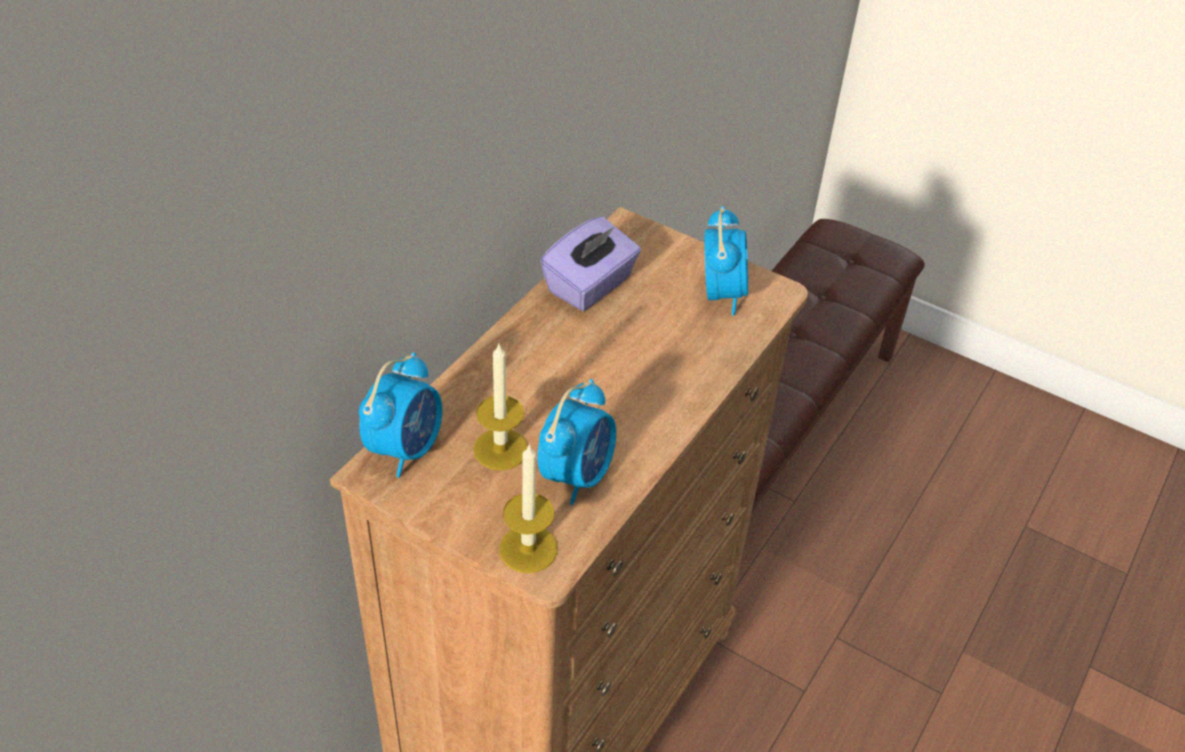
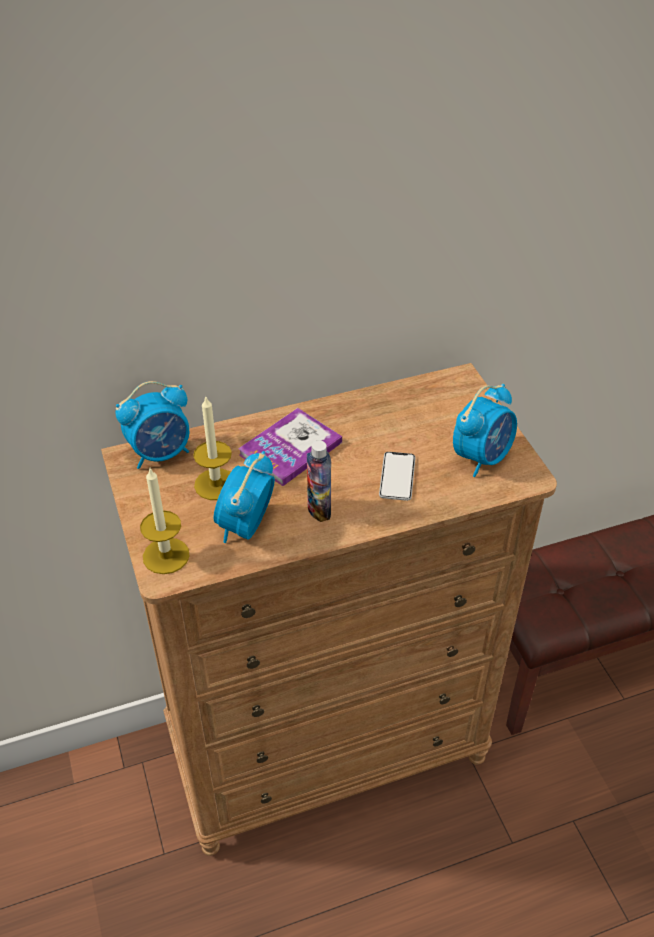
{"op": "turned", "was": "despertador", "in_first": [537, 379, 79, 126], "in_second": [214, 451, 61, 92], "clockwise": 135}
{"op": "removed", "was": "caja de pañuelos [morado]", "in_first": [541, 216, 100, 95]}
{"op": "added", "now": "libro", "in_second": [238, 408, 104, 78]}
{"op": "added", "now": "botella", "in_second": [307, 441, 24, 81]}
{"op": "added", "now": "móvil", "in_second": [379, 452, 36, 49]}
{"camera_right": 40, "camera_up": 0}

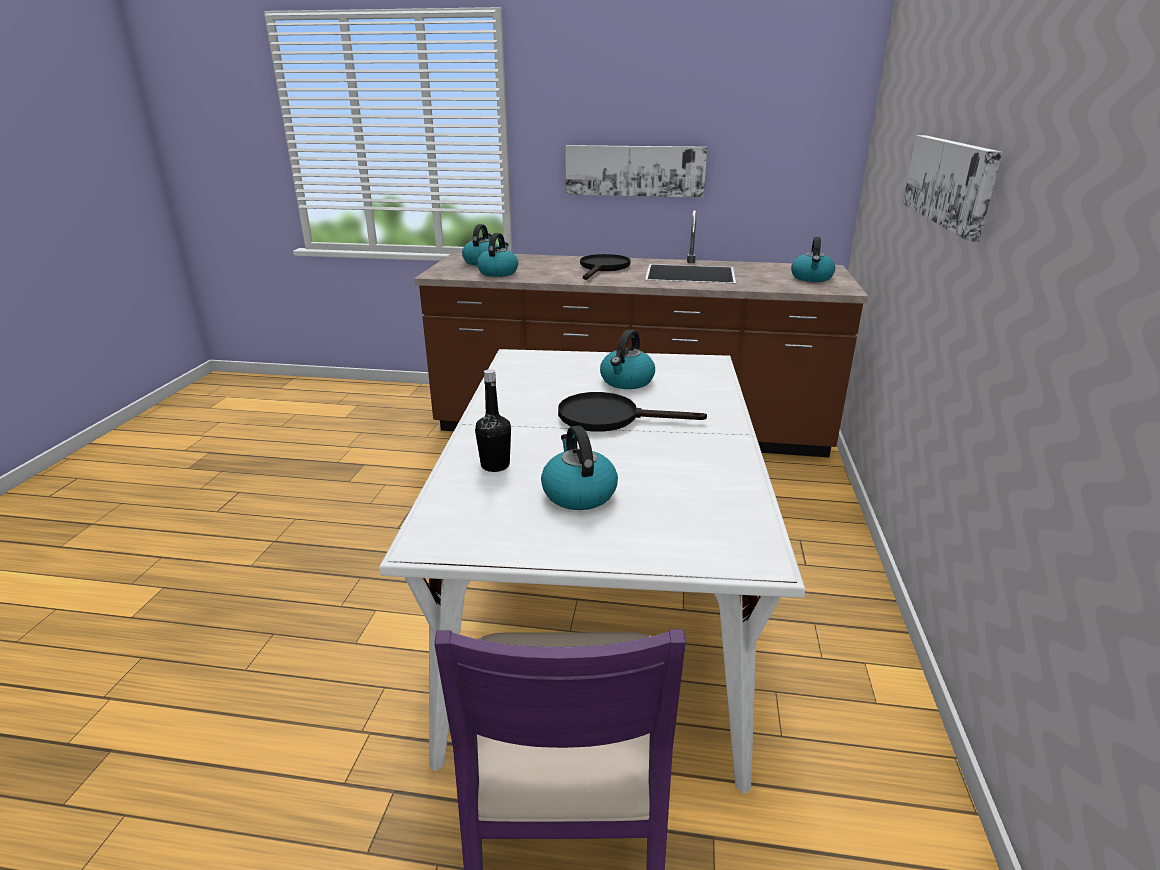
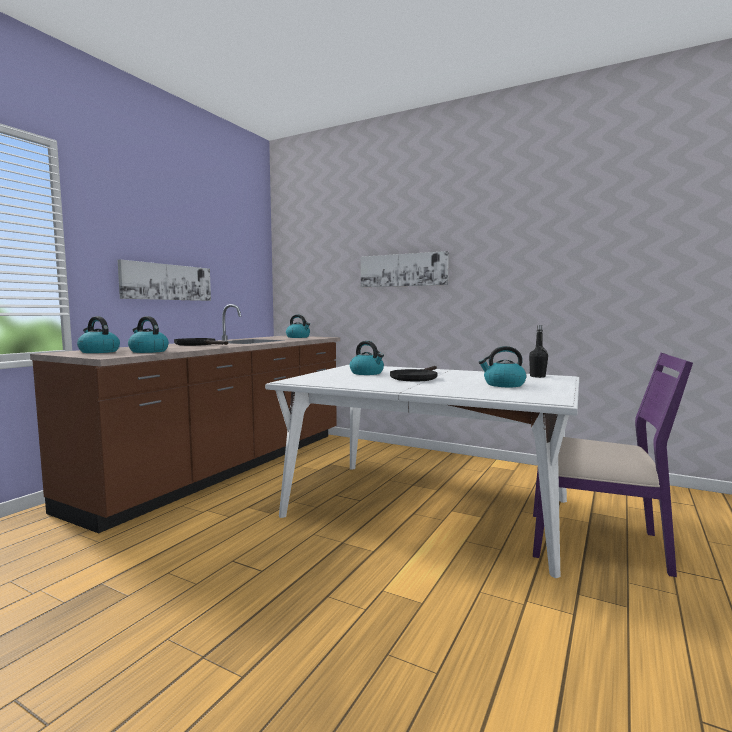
{"op": "moved", "was": "botella [negro]", "in_first": [475, 369, 36, 103], "in_second": [529, 325, 19, 53]}
{"camera_right": -70, "camera_up": -20}

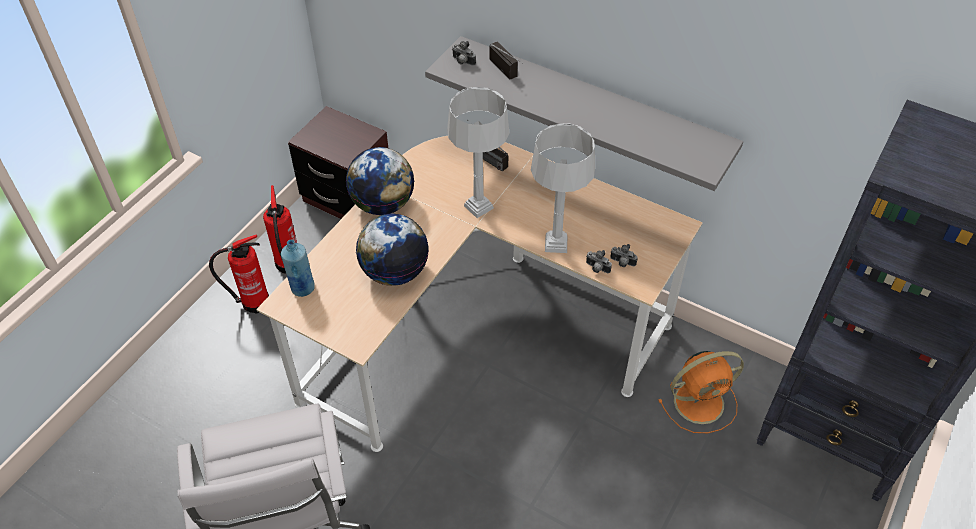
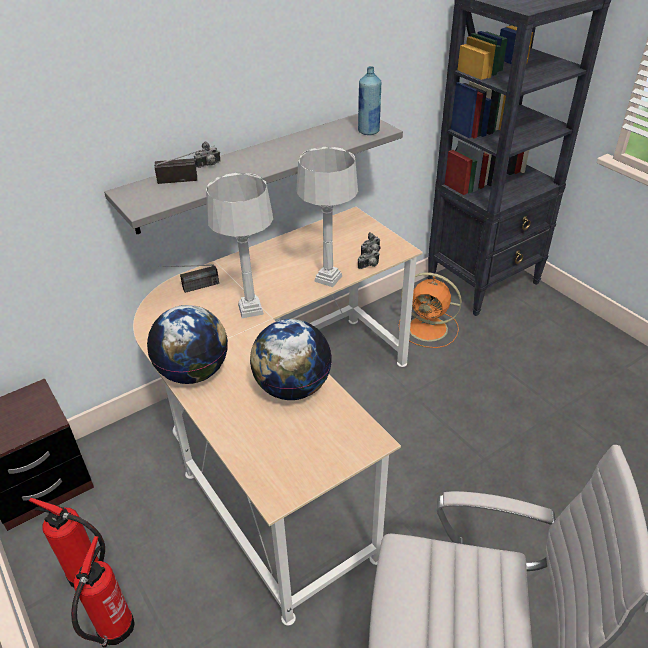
{"op": "moved", "was": "botella [azul]", "in_first": [281, 240, 34, 57], "in_second": [358, 66, 23, 69]}
{"op": "moved", "was": "cámara", "in_first": [452, 41, 24, 25], "in_second": [194, 141, 27, 27]}
{"op": "turned", "was": "ventilador [naranja]", "in_first": [658, 351, 86, 82], "in_second": [399, 272, 63, 76], "clockwise": 105}
{"camera_right": -65, "camera_up": -10}

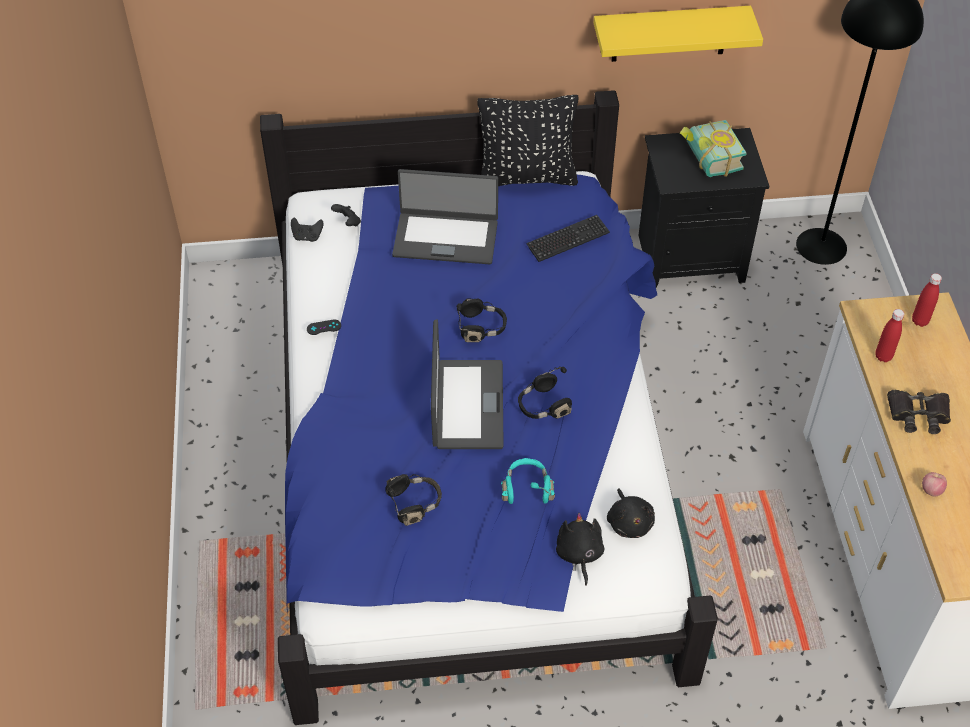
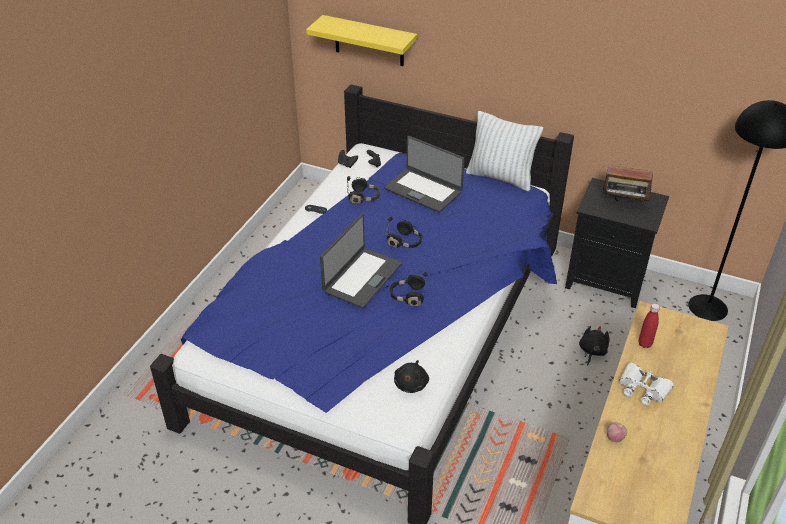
{"op": "moved", "was": "auriculares [negro]", "in_first": [385, 474, 57, 52], "in_second": [347, 176, 33, 28]}
{"op": "recoloured", "was": "cojín [negro]", "now": "cojín [blanco]", "in_first": [477, 95, 101, 91], "in_second": [466, 111, 77, 80]}
{"op": "removed", "was": "auriculares [turquesa]", "in_first": [501, 458, 54, 46]}
{"op": "removed", "was": "teclado", "in_first": [526, 215, 84, 47]}
{"op": "moved", "was": "peluche [negro]", "in_first": [556, 513, 48, 73], "in_second": [579, 326, 30, 40]}
{"op": "moved", "was": "estante [amarillo]", "in_first": [594, 6, 169, 56], "in_second": [306, 15, 111, 51]}
{"op": "replaced", "was": "libro", "now": "radio", "in_first": [680, 120, 67, 57], "in_second": [602, 165, 51, 36]}
{"op": "recoloured", "was": "prismáticos [negro]", "now": "prismáticos [blanco]", "in_first": [887, 390, 64, 44], "in_second": [619, 363, 55, 42]}
{"op": "removed", "was": "botella [rojo]", "in_first": [912, 273, 30, 54]}
{"camera_right": 30, "camera_up": -10}

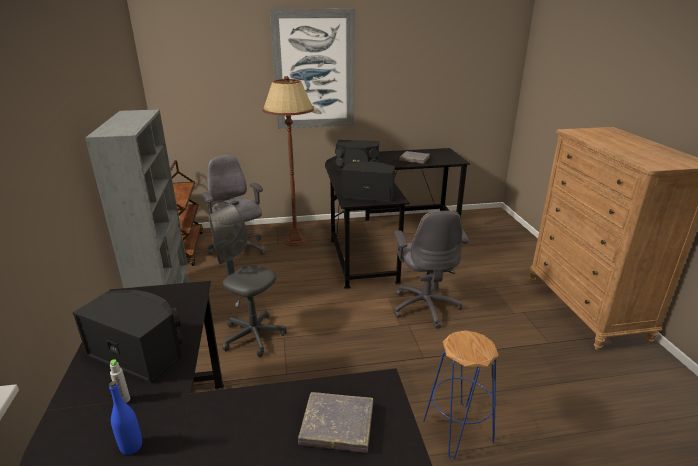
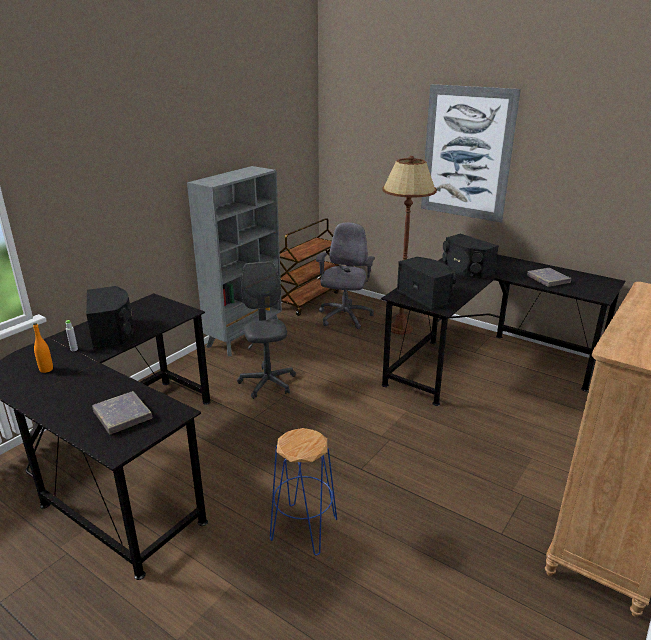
{"op": "recoloured", "was": "botella [azul]", "now": "botella [naranja]", "in_first": [109, 381, 33, 74], "in_second": [33, 323, 20, 50]}
{"op": "removed", "was": "silla de oficina [gris]", "in_first": [394, 211, 75, 118]}
{"camera_right": 45, "camera_up": 0}

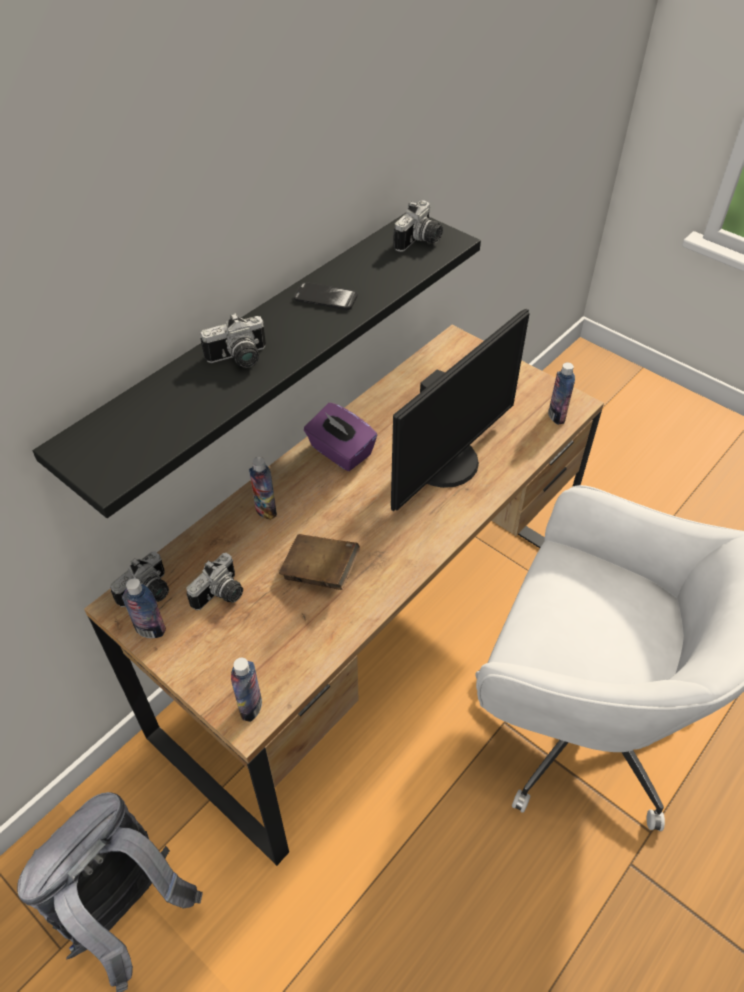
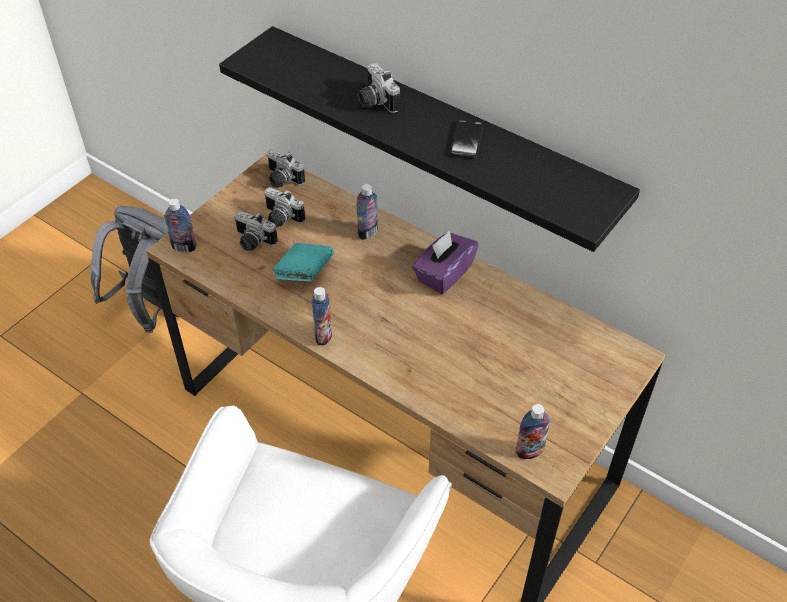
{"op": "moved", "was": "botella", "in_first": [122, 578, 44, 60], "in_second": [312, 287, 20, 58]}
{"op": "recoloured", "was": "libro [marrón]", "now": "libro [turquesa]", "in_first": [279, 534, 81, 56], "in_second": [272, 243, 62, 38]}
{"op": "removed", "was": "monitor", "in_first": [391, 309, 139, 202]}
{"op": "moved", "was": "cámara", "in_first": [393, 201, 50, 51], "in_second": [234, 211, 44, 40]}
{"camera_right": 85, "camera_up": 0}

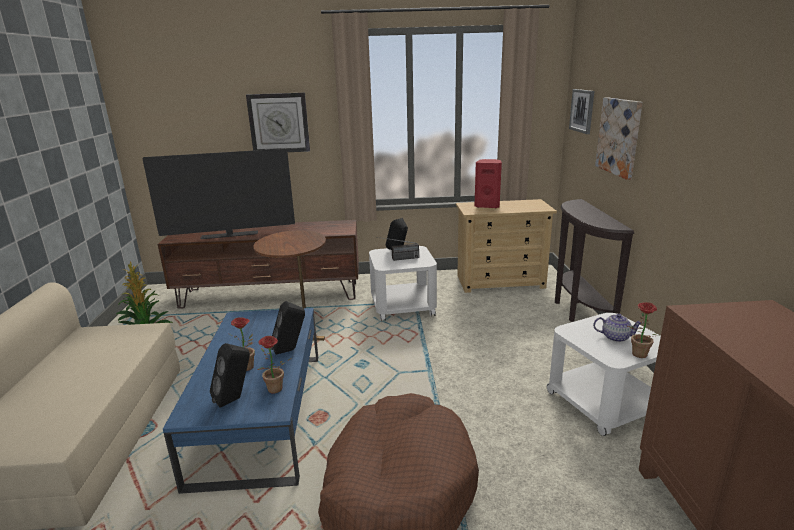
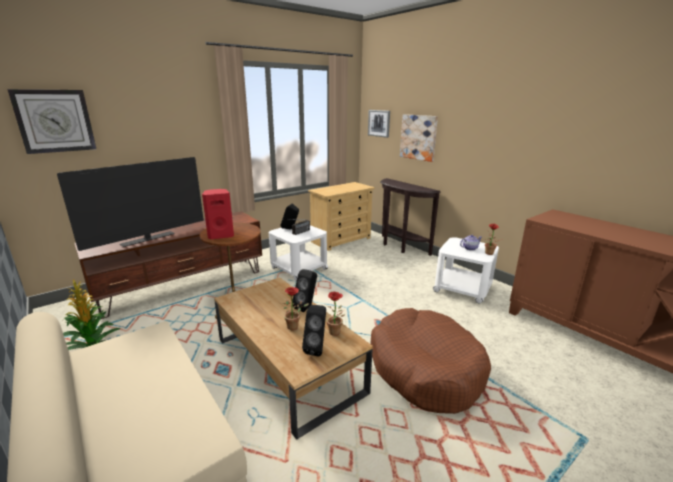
{"op": "recoloured", "was": "mesa de centro [azul]", "now": "mesa de centro [marrón]", "in_first": [163, 308, 155, 186], "in_second": [214, 277, 159, 163]}
{"op": "moved", "was": "reloj de pared", "in_first": [246, 93, 64, 59], "in_second": [7, 89, 89, 65]}
{"op": "moved", "was": "altavoz [rojo]", "in_first": [475, 159, 27, 49], "in_second": [202, 189, 32, 50]}
{"camera_right": -35, "camera_up": 0}

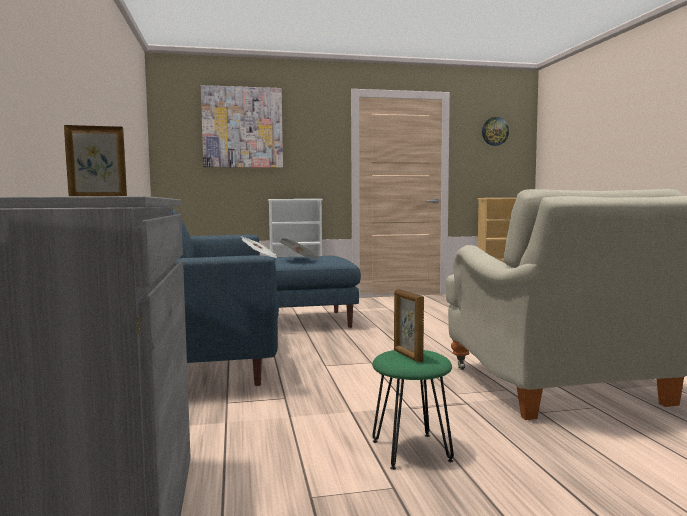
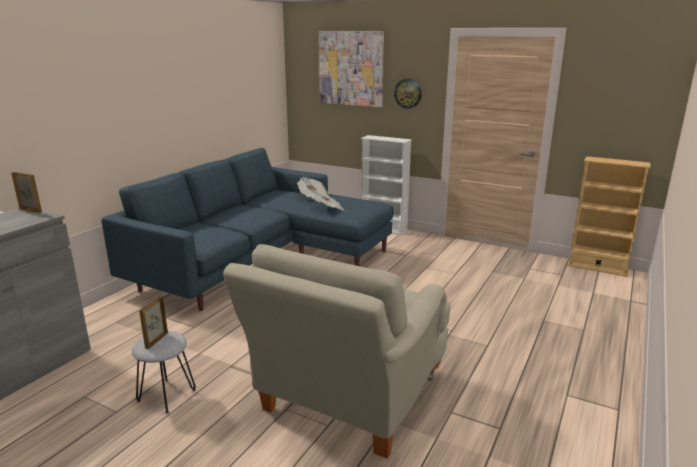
{"op": "recoloured", "was": "taburete [verde]", "now": "taburete [gris]", "in_first": [372, 350, 82, 120], "in_second": [132, 331, 64, 83]}
{"op": "moved", "was": "reloj de pared", "in_first": [482, 117, 27, 29], "in_second": [394, 79, 28, 30]}
{"camera_right": 40, "camera_up": 15}

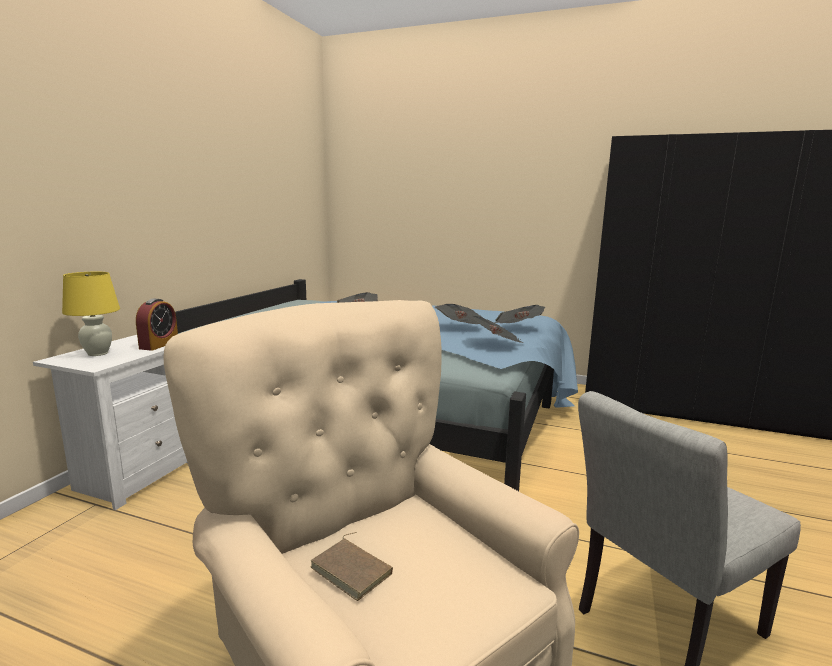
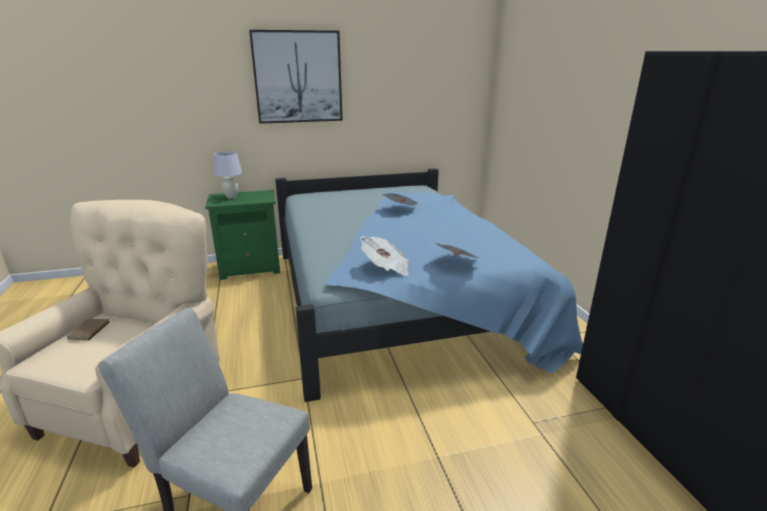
{"op": "recoloured", "was": "mesita de noche [blanco]", "now": "mesita de noche [verde]", "in_first": [33, 335, 155, 175], "in_second": [205, 190, 75, 90]}
{"op": "recoloured", "was": "lámpara de mesa [amarillo]", "now": "lámpara de mesa [blanco]", "in_first": [62, 272, 58, 84], "in_second": [214, 151, 28, 48]}
{"op": "removed", "was": "despertador", "in_first": [136, 299, 42, 52]}
{"op": "removed", "was": "periódico", "in_first": [435, 304, 48, 20]}
{"op": "added", "now": "cuadro", "in_second": [249, 30, 94, 94]}
{"camera_right": 55, "camera_up": 10}

